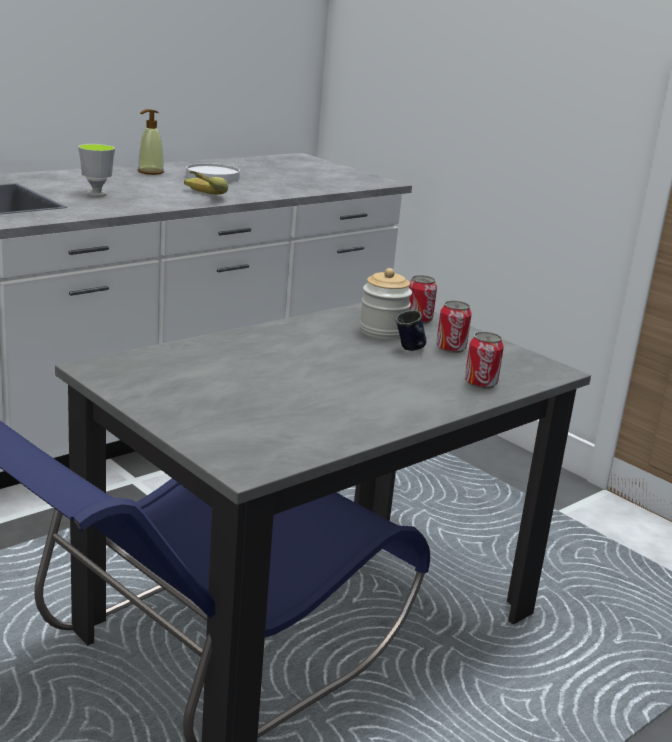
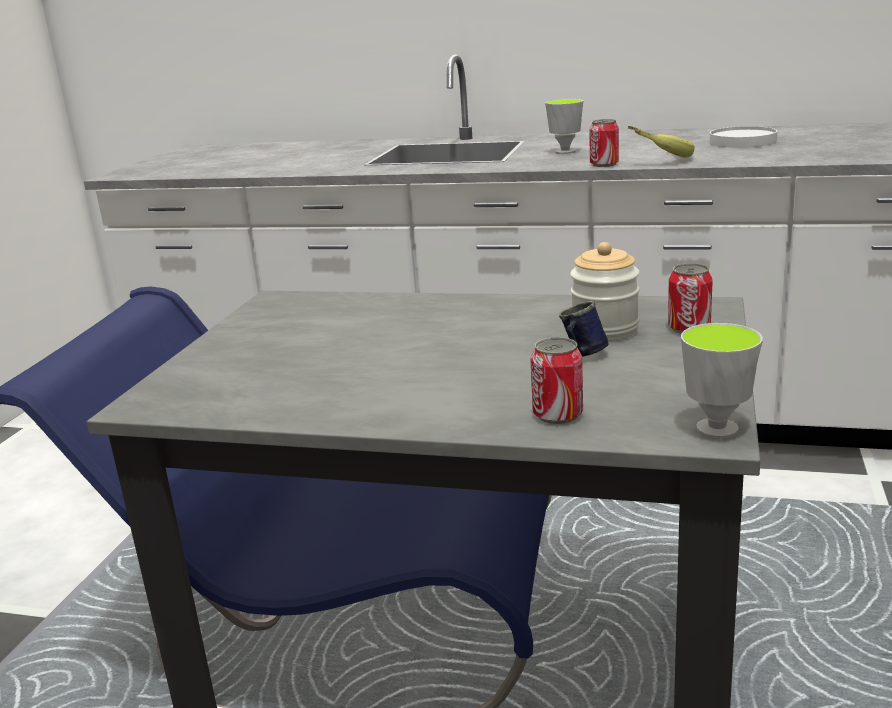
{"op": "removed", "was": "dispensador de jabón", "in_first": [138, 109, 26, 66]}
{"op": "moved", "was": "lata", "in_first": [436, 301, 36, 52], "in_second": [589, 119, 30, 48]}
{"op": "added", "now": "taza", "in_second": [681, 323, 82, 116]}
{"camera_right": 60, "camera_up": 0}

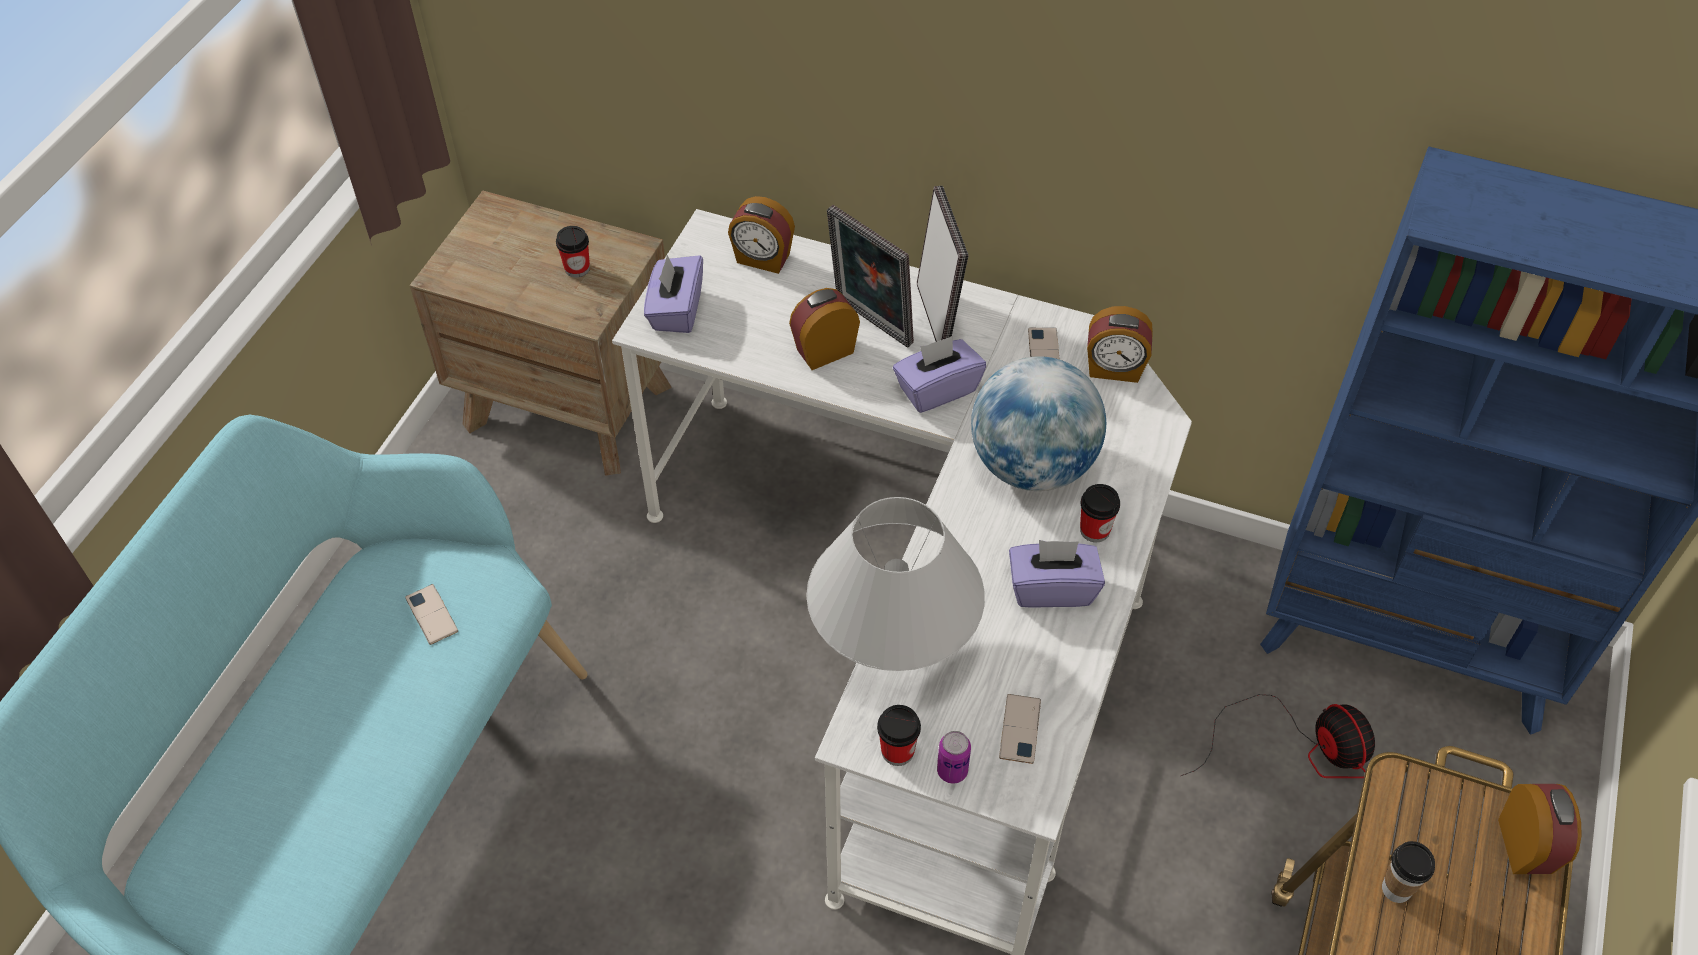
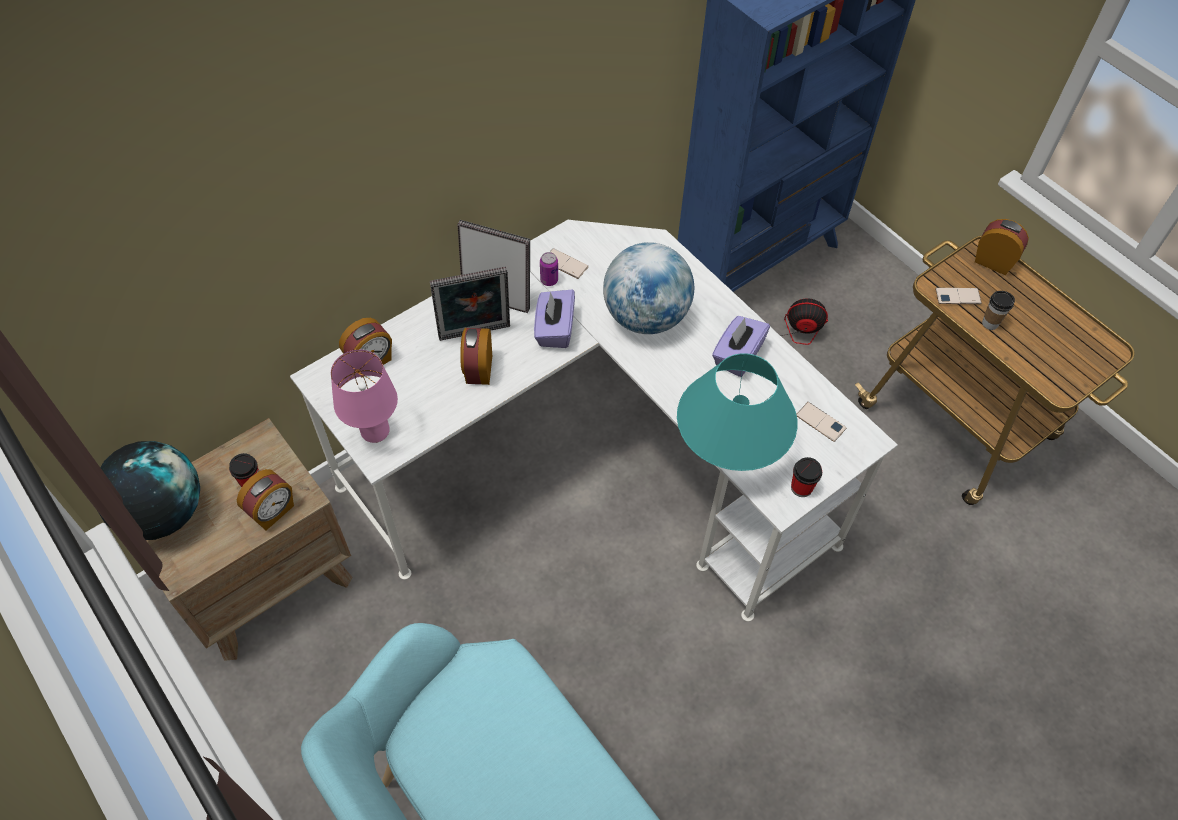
{"op": "moved", "was": "móvil", "in_first": [405, 584, 53, 61], "in_second": [935, 288, 47, 16]}
{"op": "replaced", "was": "caja de pañuelos [morado]", "now": "lámpara de mesa [rosa]", "in_first": [644, 255, 59, 78], "in_second": [331, 350, 67, 93]}
{"op": "recoloured", "was": "lámpara de mesa [blanco]", "now": "lámpara de mesa [turquesa]", "in_first": [806, 497, 179, 174], "in_second": [677, 353, 121, 118]}
{"op": "moved", "was": "lata", "in_first": [937, 731, 34, 52], "in_second": [540, 252, 18, 34]}
{"op": "removed", "was": "taza", "in_first": [1080, 484, 40, 58]}
{"op": "moved", "was": "despertador", "in_first": [1087, 306, 66, 77], "in_second": [237, 469, 57, 61]}
{"op": "added", "now": "globo terráqueo", "in_second": [98, 441, 102, 99]}
{"camera_right": -60, "camera_up": 5}

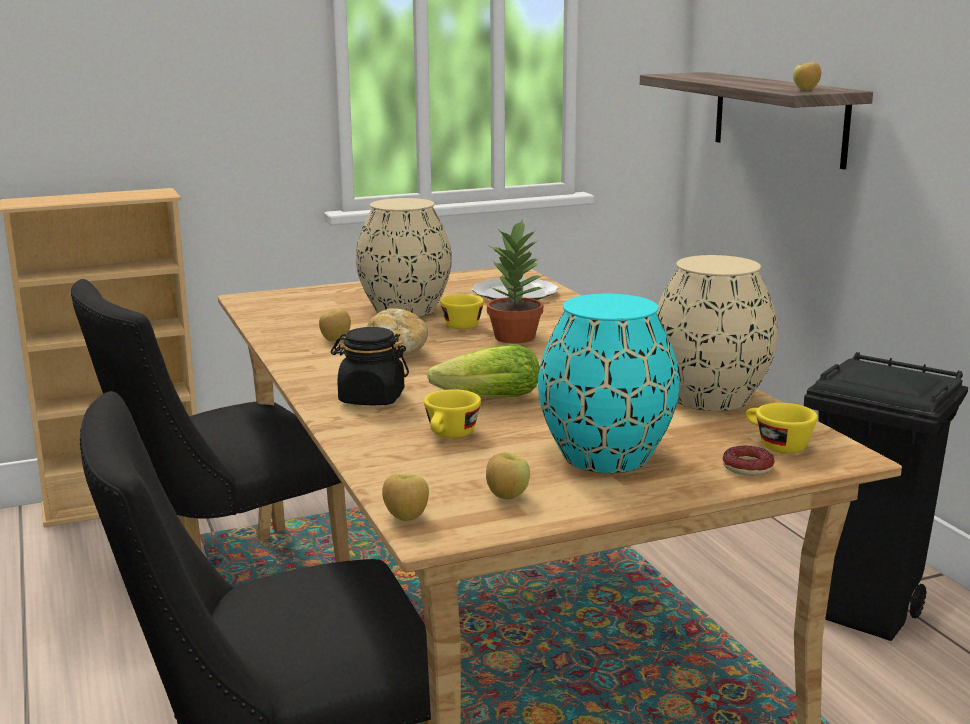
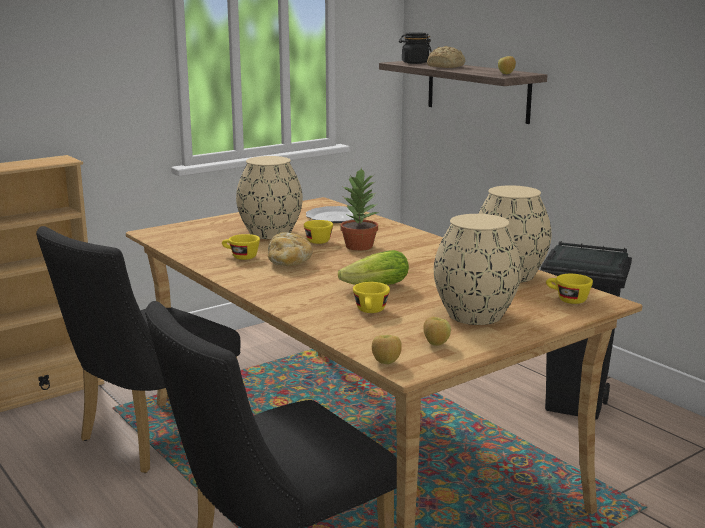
{"op": "replaced", "was": "manzana", "now": "taza [amarillo]", "in_first": [319, 309, 32, 33], "in_second": [222, 234, 38, 26]}
{"op": "moved", "was": "tarro [negro]", "in_first": [331, 327, 78, 78], "in_second": [399, 32, 33, 32]}
{"op": "recoloured", "was": "florero [turquesa]", "now": "florero [beis]", "in_first": [538, 294, 141, 179], "in_second": [434, 214, 88, 111]}
{"op": "removed", "was": "rosquilla", "in_first": [723, 446, 52, 30]}
{"op": "added", "now": "pan", "in_second": [427, 46, 38, 22]}
{"camera_right": -15, "camera_up": 0}

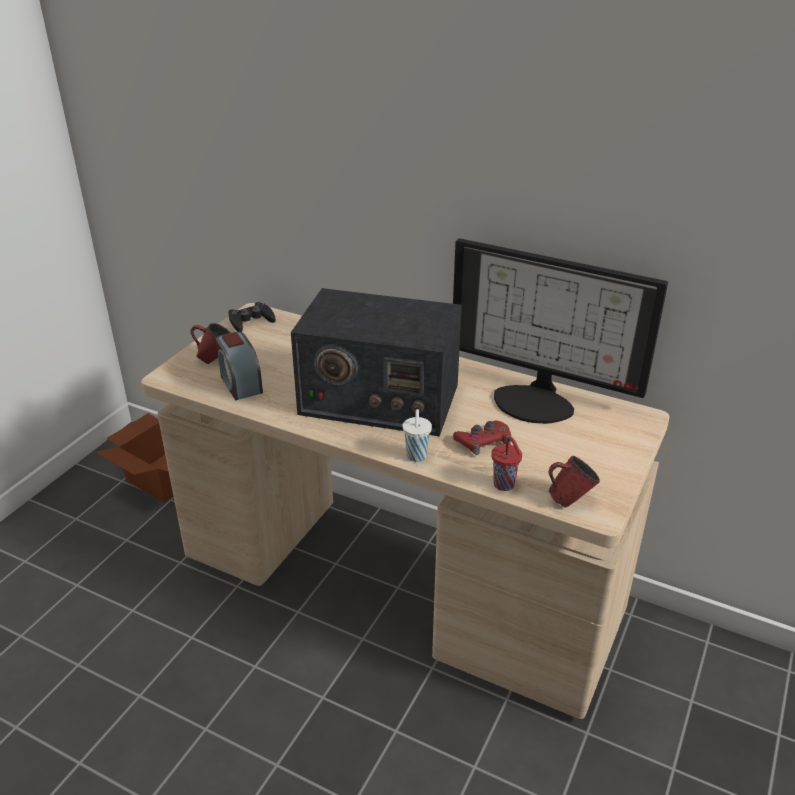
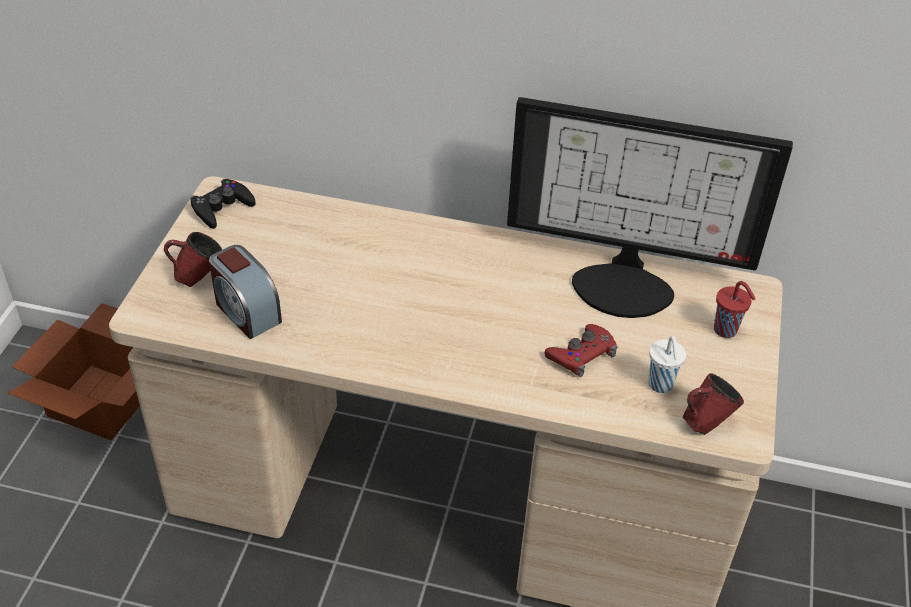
{"op": "removed", "was": "radio", "in_first": [291, 288, 171, 148]}
{"op": "moved", "was": "taza [blanco]", "in_first": [402, 409, 30, 53], "in_second": [648, 335, 38, 58]}
{"op": "moved", "was": "taza [rojo]", "in_first": [492, 437, 30, 54], "in_second": [714, 281, 42, 57]}
{"camera_right": -15, "camera_up": 10}

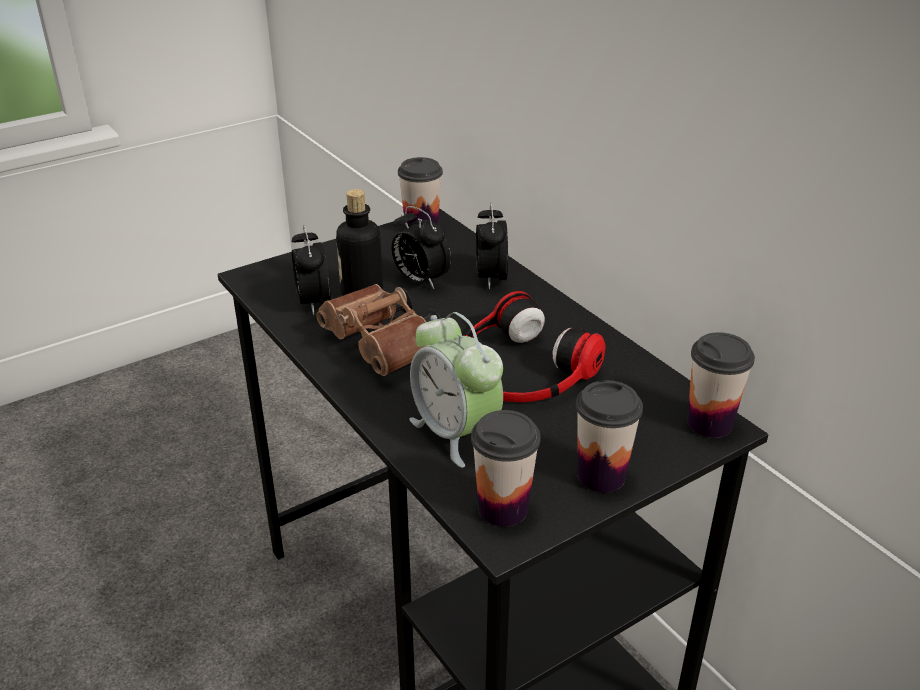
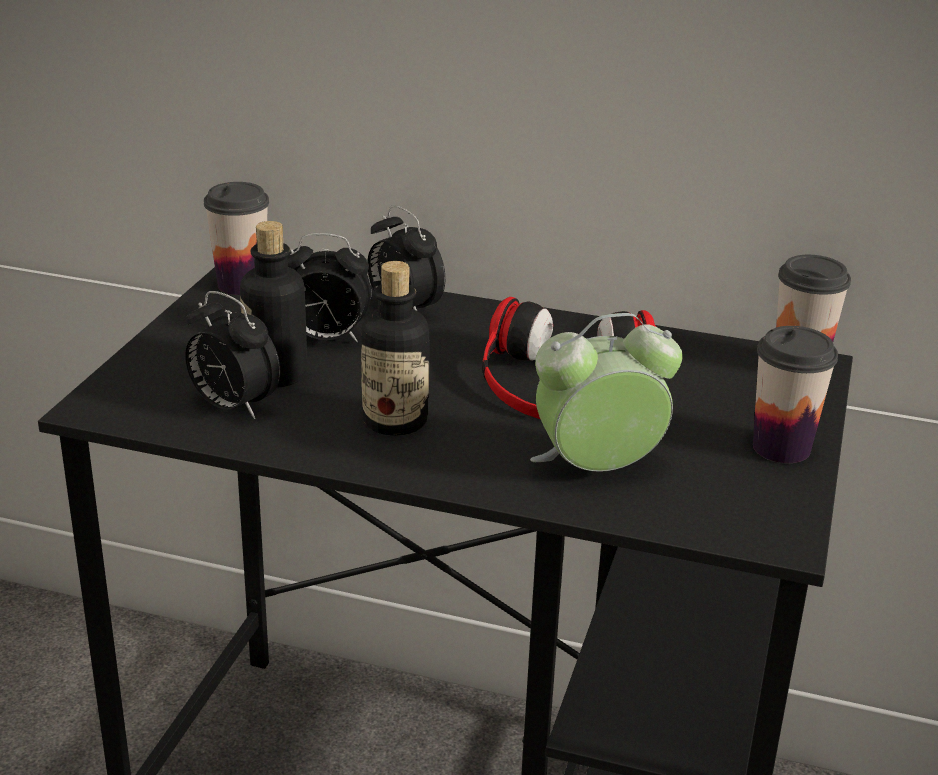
{"op": "replaced", "was": "prismáticos [marrón]", "now": "botella", "in_first": [316, 284, 125, 92], "in_second": [361, 261, 69, 175]}
{"op": "turned", "was": "despertador", "in_first": [409, 312, 94, 156], "in_second": [530, 313, 153, 159], "clockwise": 150}
{"op": "removed", "was": "taza", "in_first": [471, 410, 69, 117]}
{"camera_right": -40, "camera_up": -5}

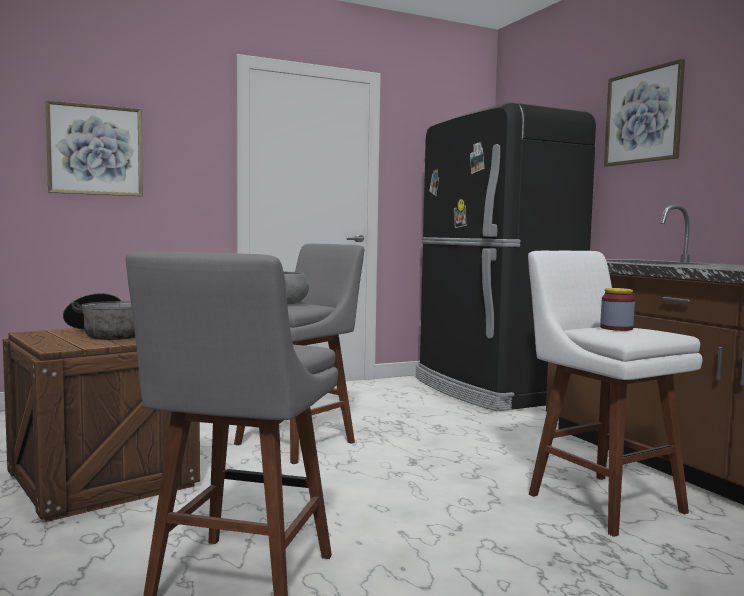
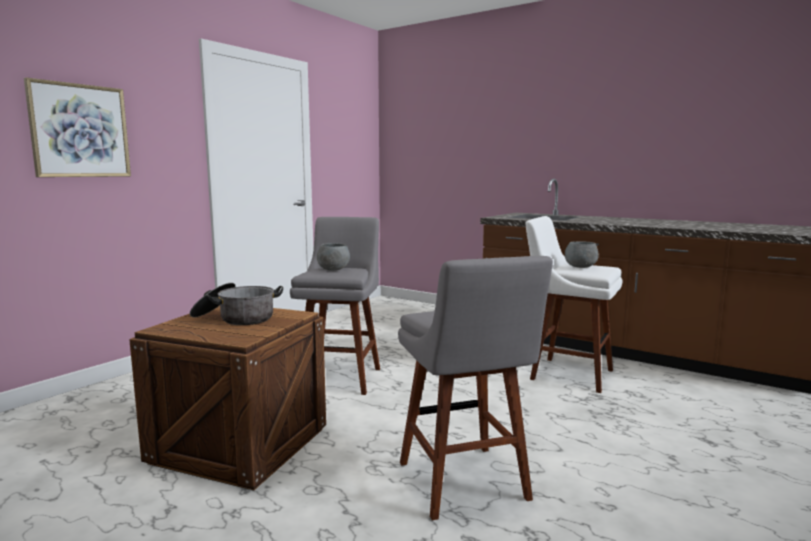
{"op": "removed", "was": "nevera [negro]", "in_first": [416, 102, 180, 309]}
{"op": "replaced", "was": "tarro", "now": "cuenco [gris]", "in_first": [600, 288, 35, 43], "in_second": [565, 241, 34, 27]}
{"op": "removed", "was": "cuadro", "in_first": [604, 59, 81, 108]}
{"camera_right": -30, "camera_up": 5}

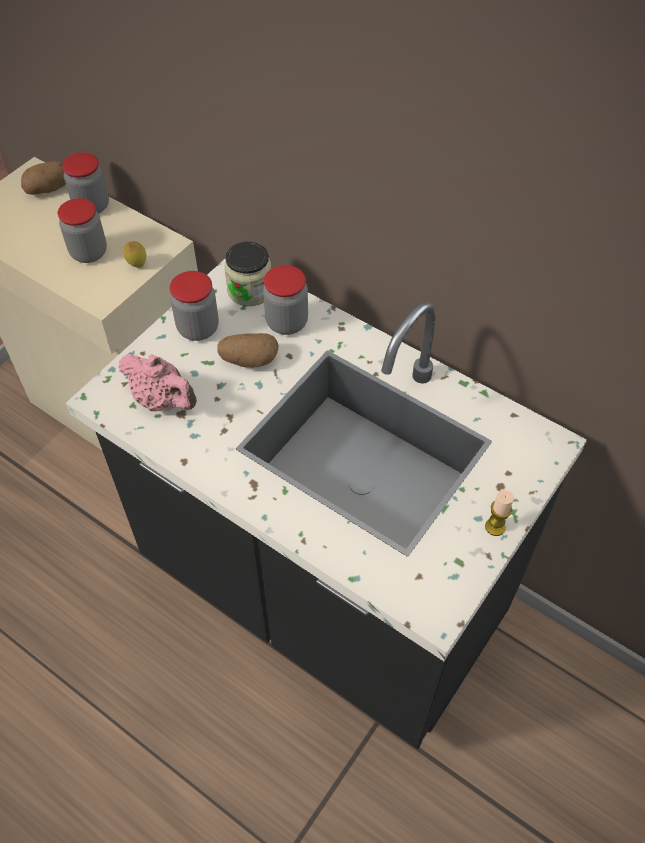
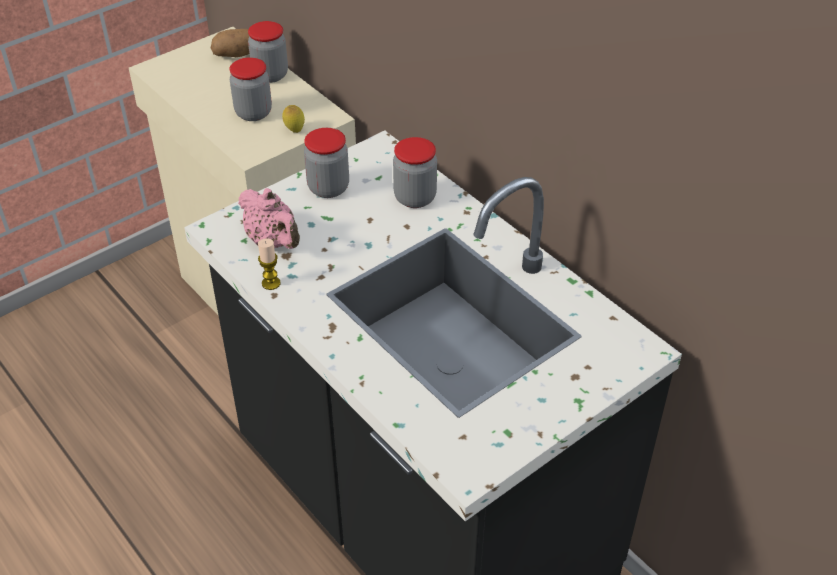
{"op": "removed", "was": "patata", "in_first": [217, 333, 62, 35]}
{"op": "removed", "was": "tarro", "in_first": [224, 242, 47, 64]}
{"op": "moved", "was": "vela", "in_first": [485, 490, 29, 46], "in_second": [258, 238, 23, 52]}
{"camera_right": 15, "camera_up": -10}

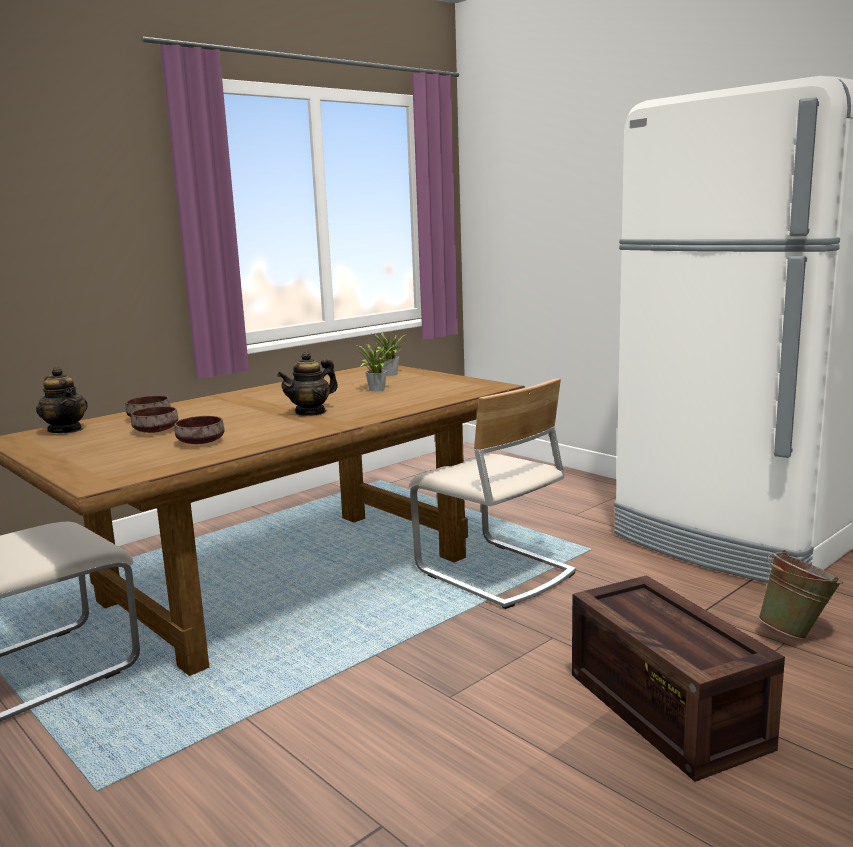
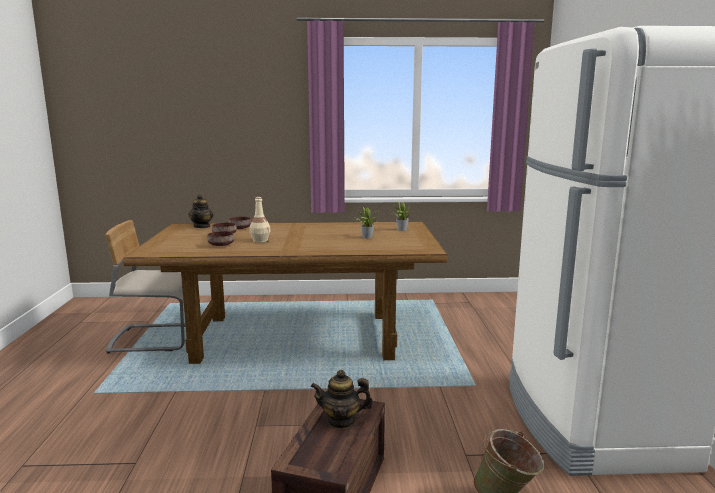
{"op": "moved", "was": "tetera", "in_first": [278, 351, 60, 65], "in_second": [311, 370, 62, 59]}
{"op": "removed", "was": "silla [beis]", "in_first": [409, 378, 167, 231]}
{"op": "added", "now": "botella [beis]", "in_second": [249, 197, 22, 46]}
{"camera_right": 40, "camera_up": 0}

